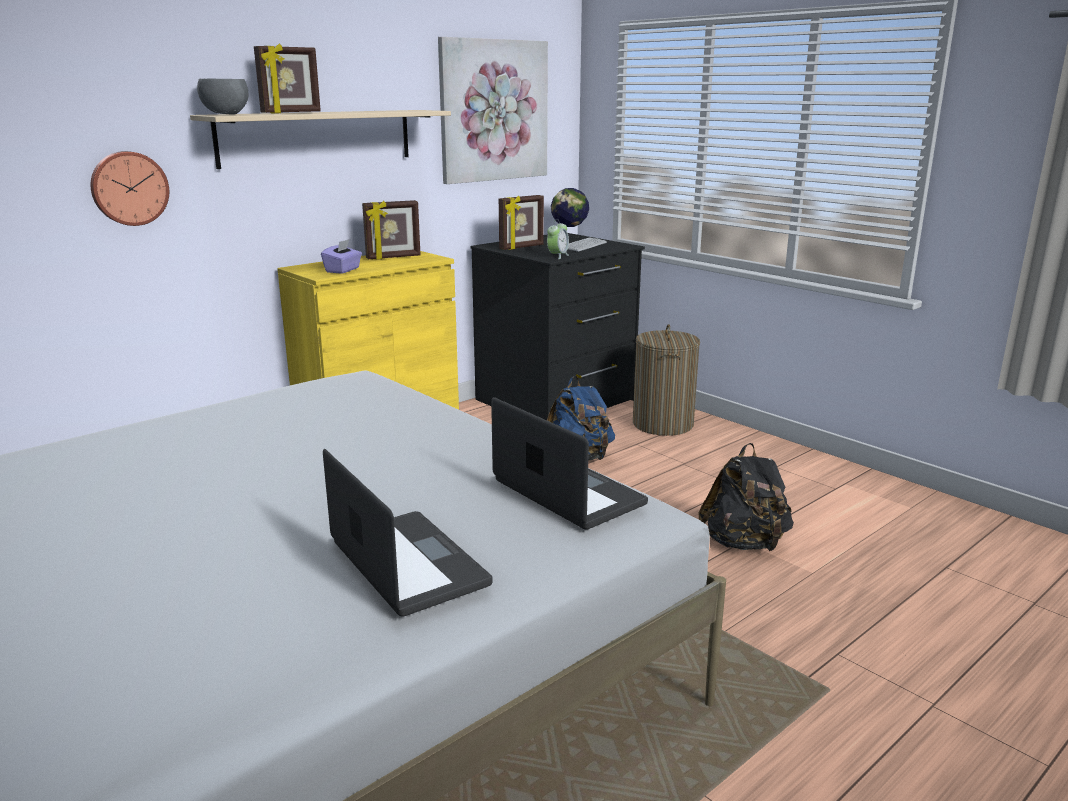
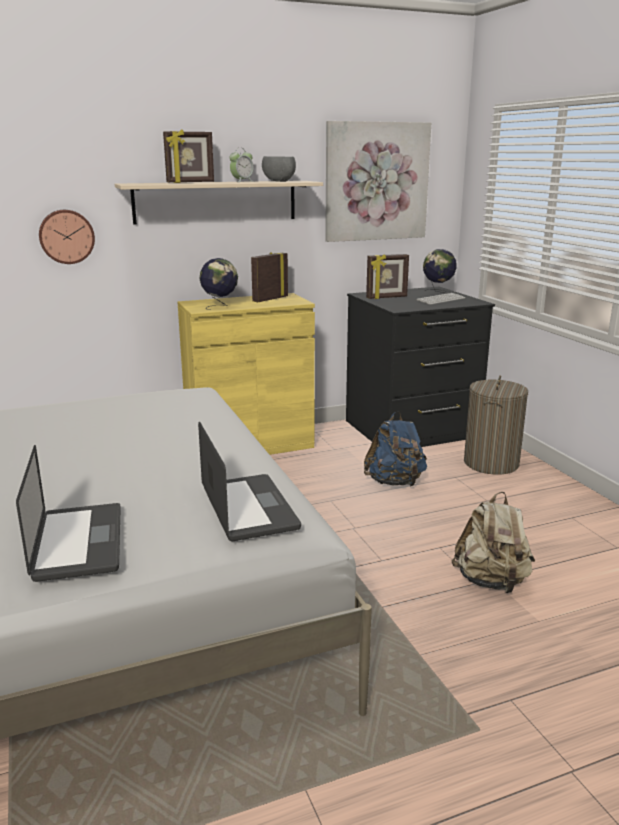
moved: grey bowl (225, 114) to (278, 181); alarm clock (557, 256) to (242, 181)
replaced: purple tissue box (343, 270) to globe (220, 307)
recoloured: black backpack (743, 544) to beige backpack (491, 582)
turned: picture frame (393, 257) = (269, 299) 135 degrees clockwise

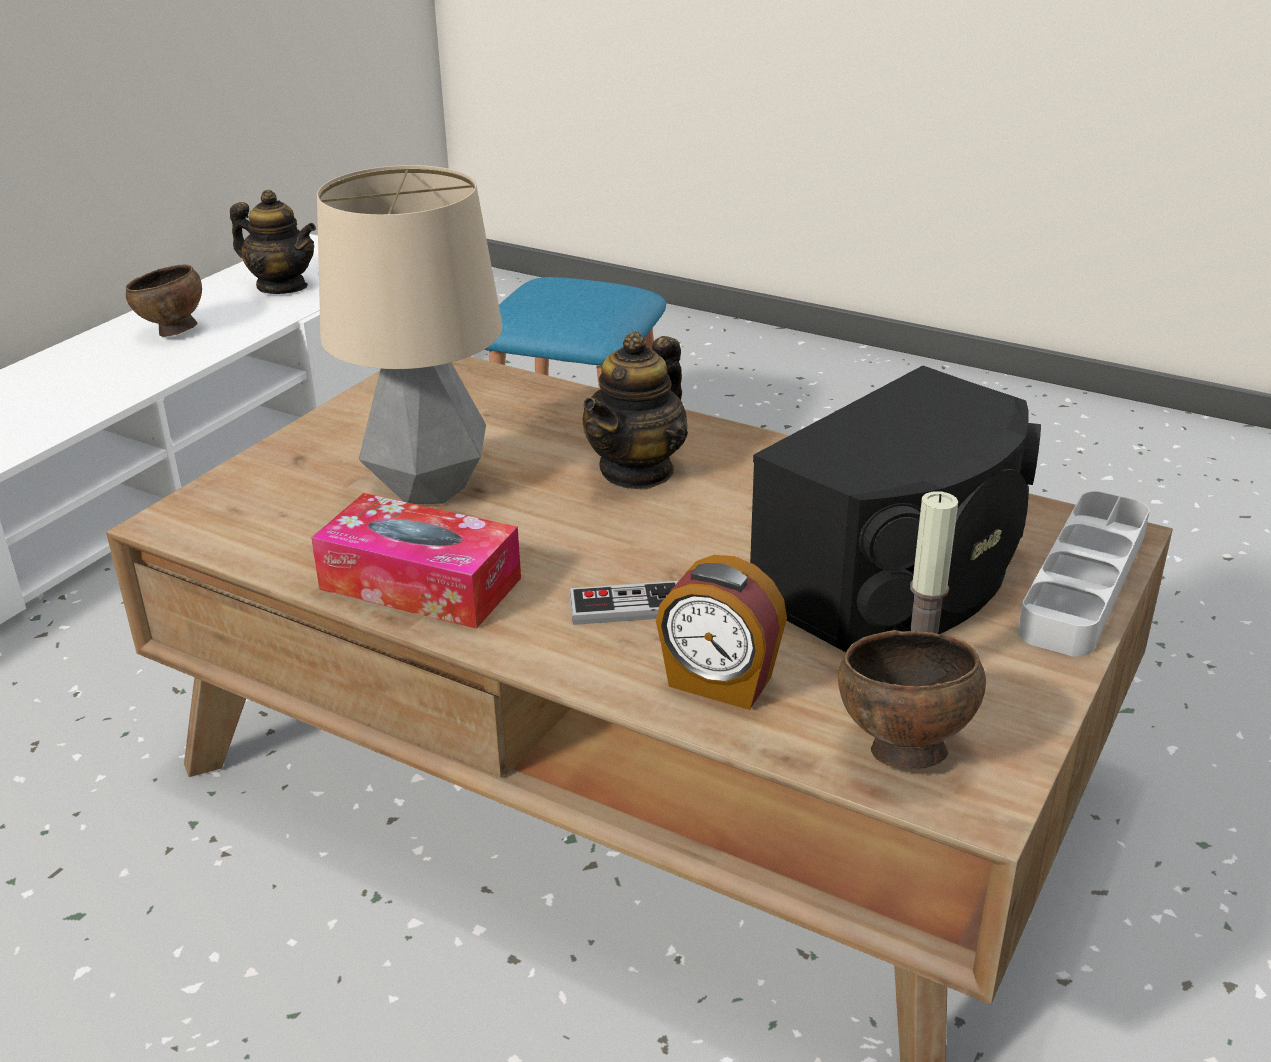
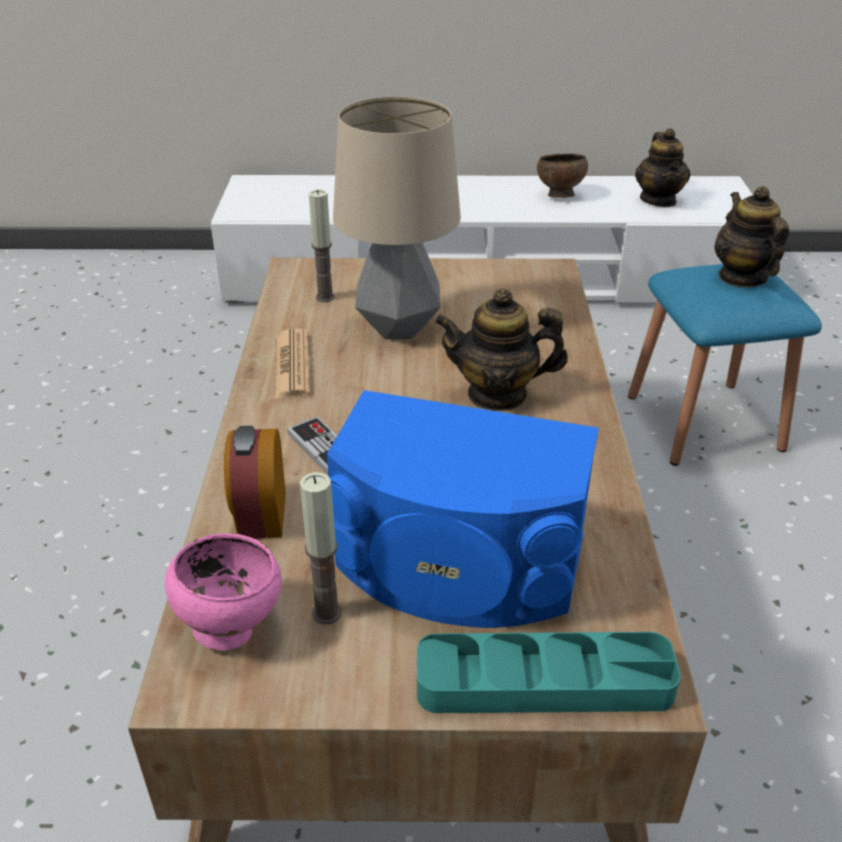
added: candle (325, 297); teapot (742, 277)
replaced: tissue box (420, 584) to newspaper (292, 365)
recoloured: black speaker (899, 579) to blue speaker (457, 565); brown bowl (901, 750) to pink bowl (230, 627); grey tray (1083, 582) to turquoise tray (544, 682)

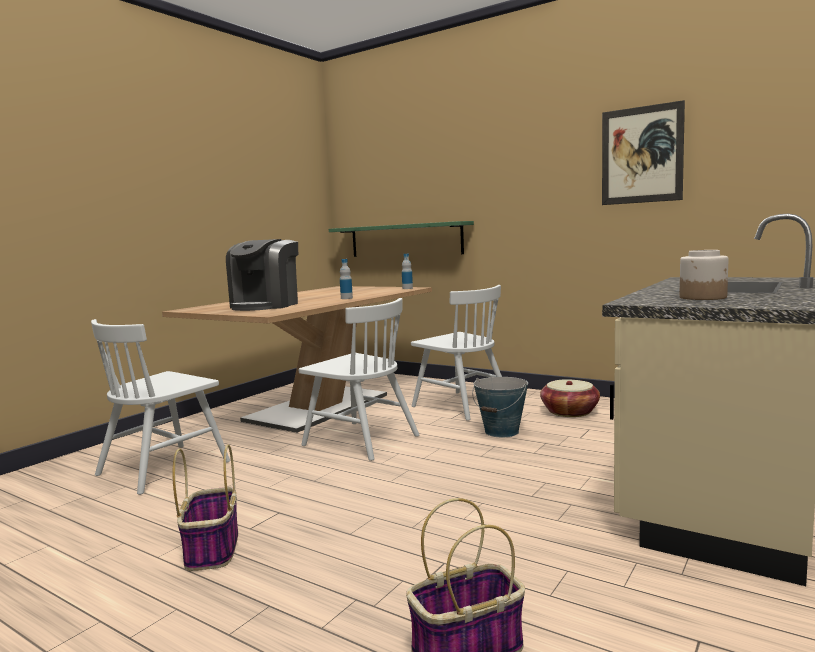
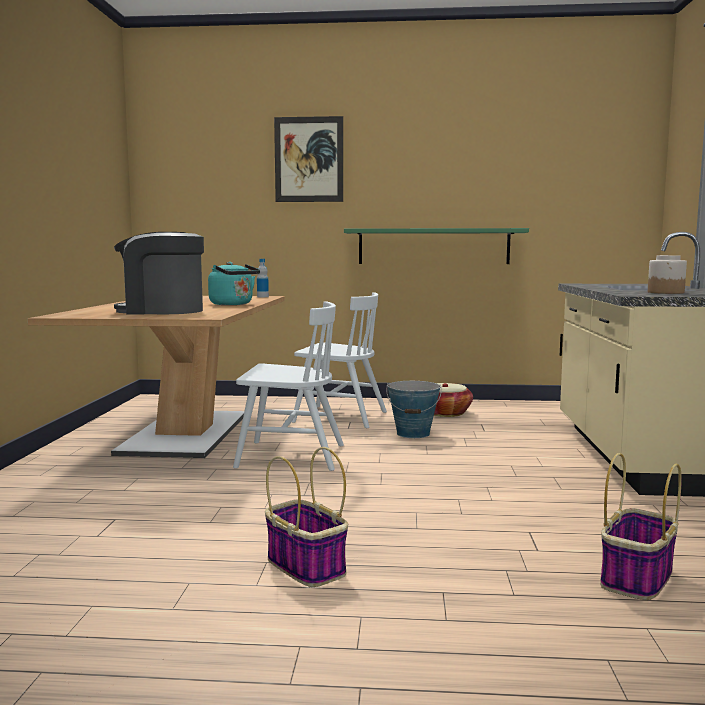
removed: white chair (164, 468)
moved: green shelf (405, 240) to (433, 246); picture (641, 155) to (309, 159)
replaced: bottle (346, 298) to turquoise kettle (233, 304)
turned: coffee machine (266, 306) = (162, 311) 105 degrees clockwise

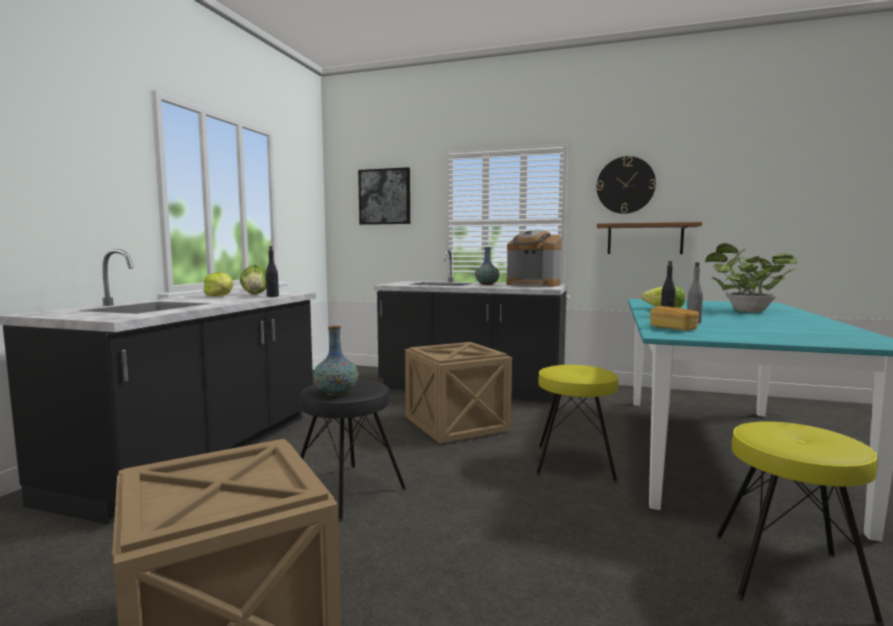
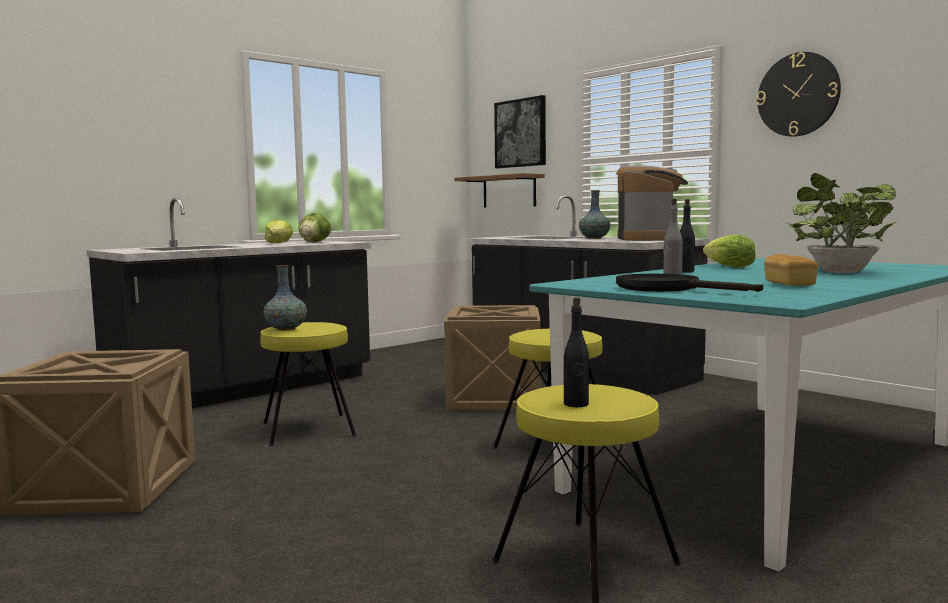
added: black frying pan (668, 289)
moved: black bottle (272, 296) to (576, 404); brown shelf (645, 239) to (509, 191); bread (673, 329) to (789, 284)
recoloured: black stool (347, 491) to yellow stool (308, 429)
turned: coffee machine (533, 285) = (649, 239) 150 degrees counterclockwise

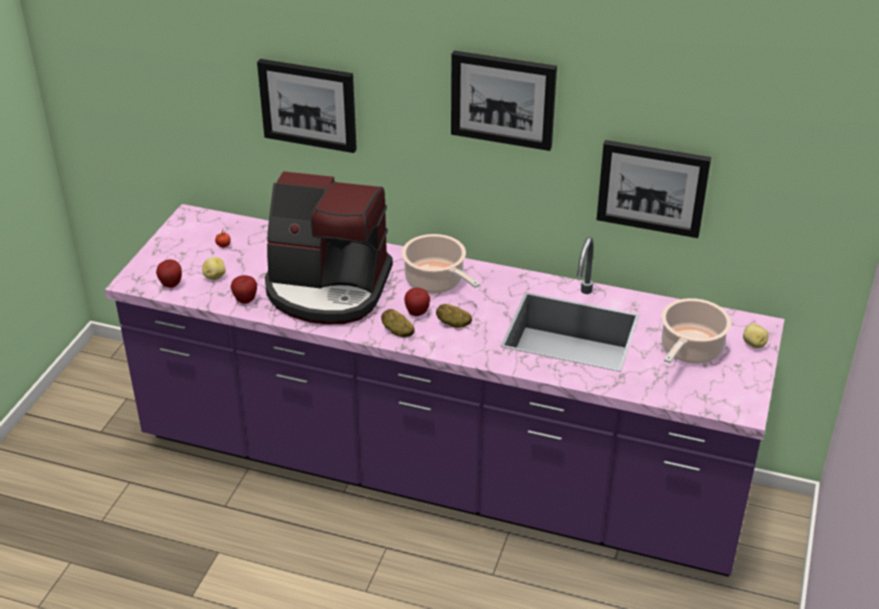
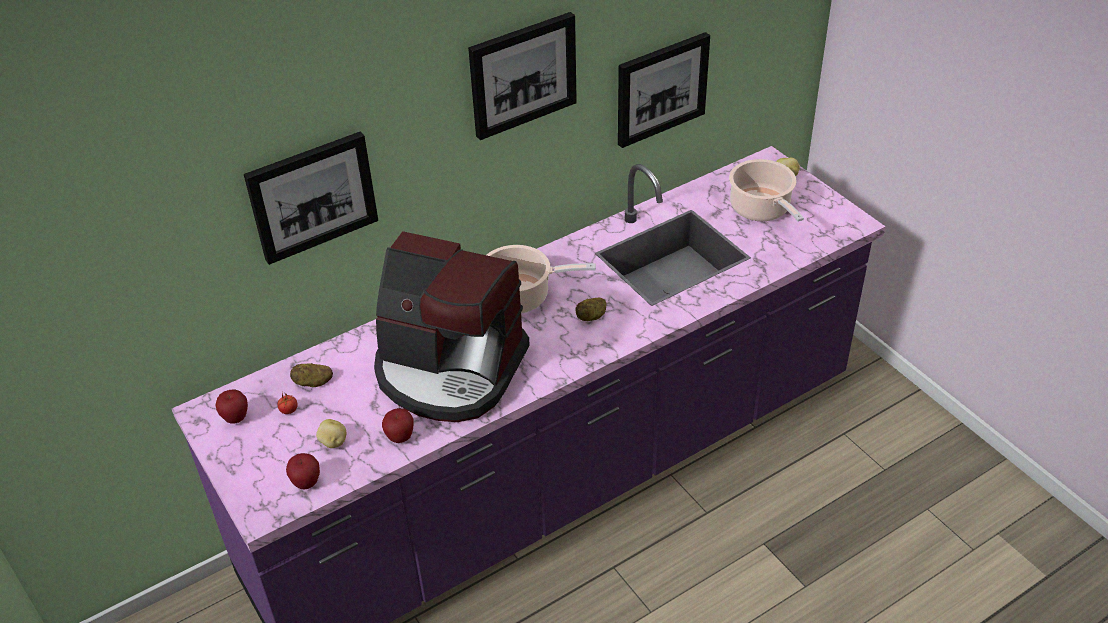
moved: potato (397, 331) to (313, 383); apple (417, 313) to (236, 418)
turned: coffee machine (328, 288) = (449, 370) 60 degrees clockwise

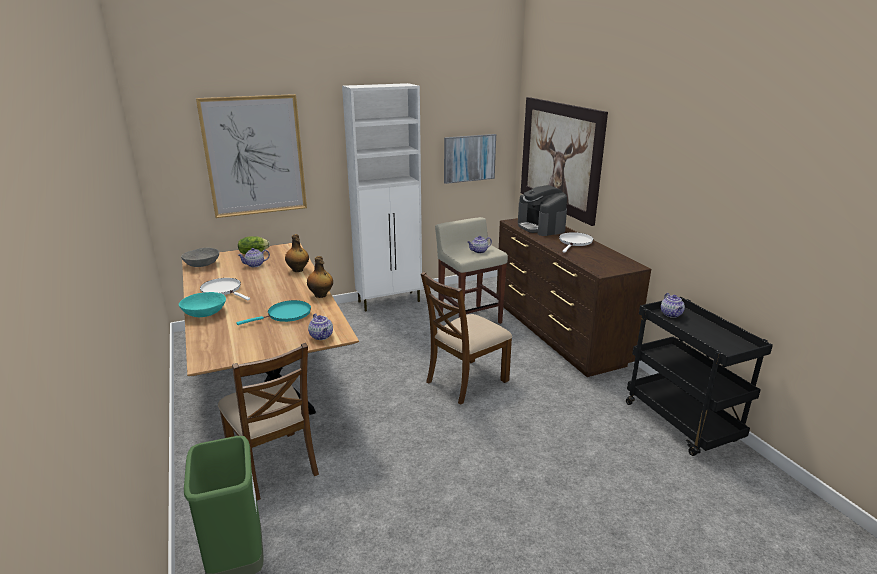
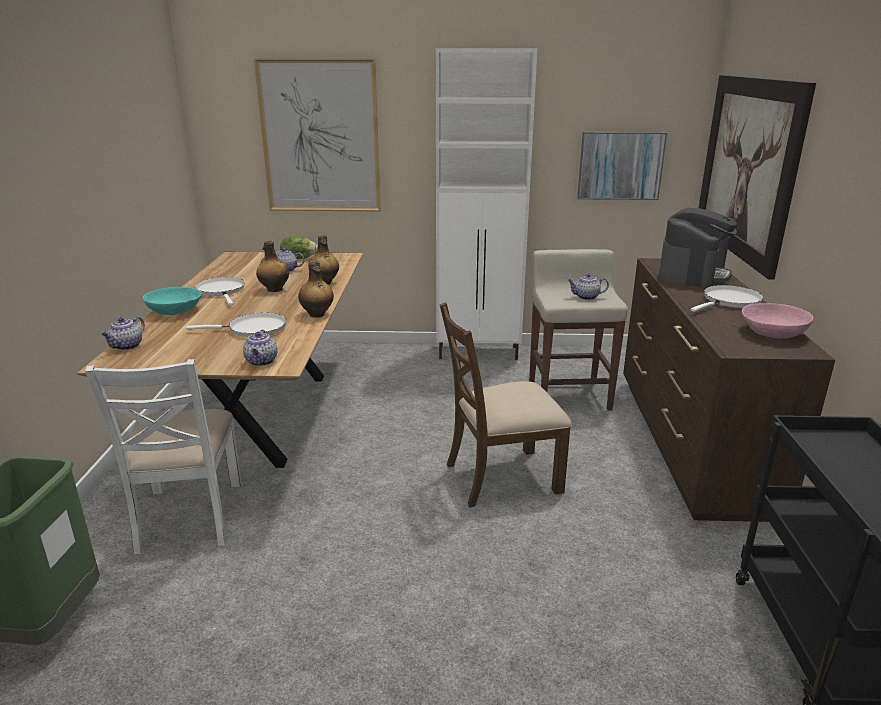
removed: grey bowl (202, 264)
added: bottle (274, 290); pink bowl (773, 333)
moved: teapot (671, 314) to (127, 346)
recoloured: brown chair (274, 464) to white chair (189, 516); turquoise frying pan (286, 315) to white frying pan (253, 329)
turned: coffee machine (541, 227) = (693, 274) 150 degrees counterclockwise

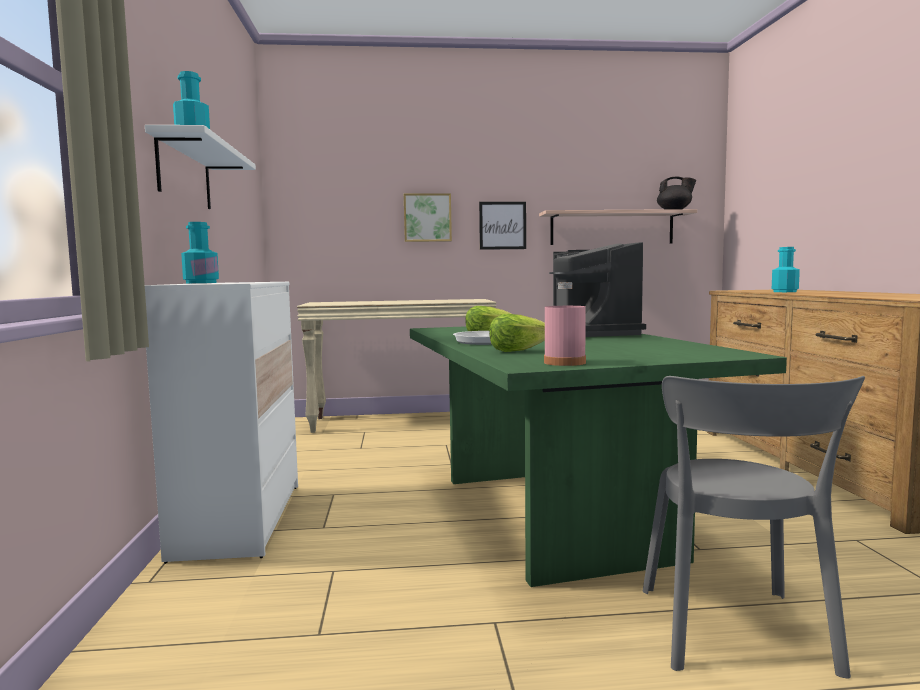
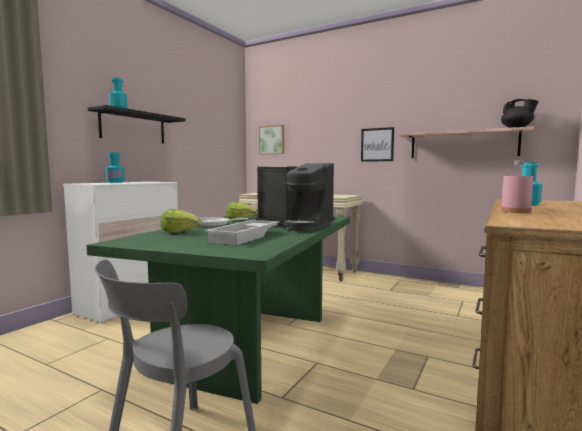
added: white tray (246, 237)
moved: picture (427, 218) to (272, 140); pink bottle (564, 362) to (515, 211)
recoloured: white shelf (184, 174) to black shelf (133, 127)
turned: coffee machine (591, 333) = (296, 226) 90 degrees counterclockwise

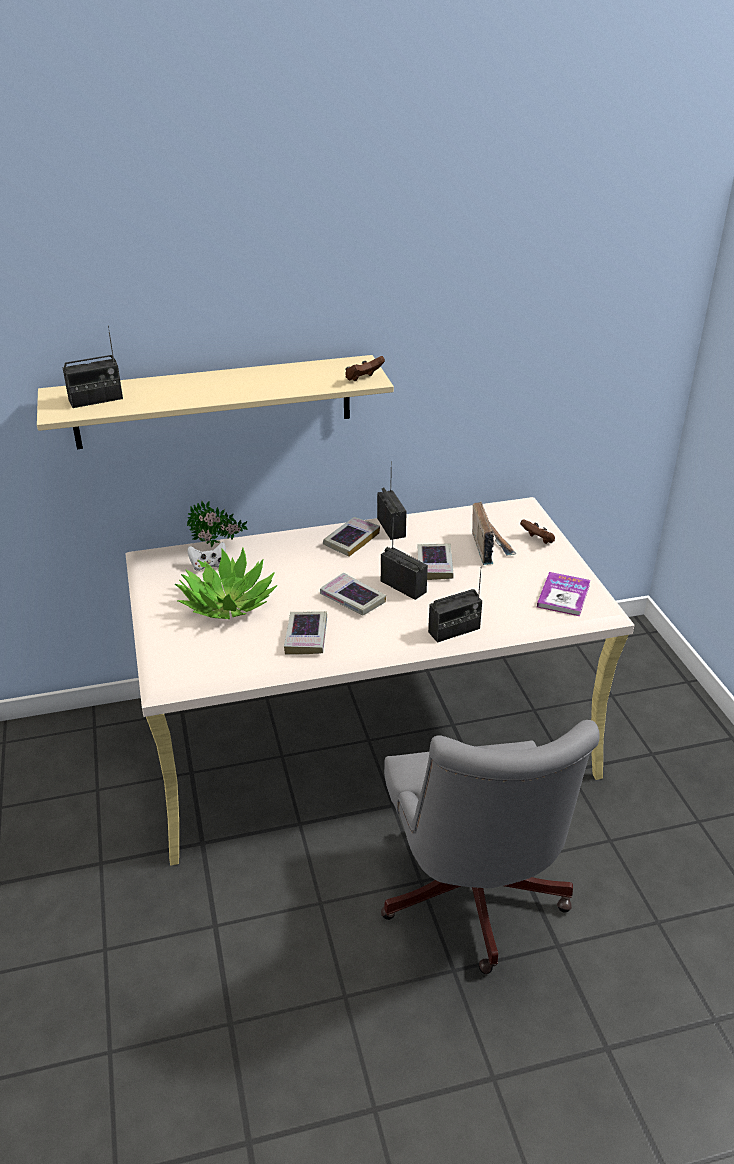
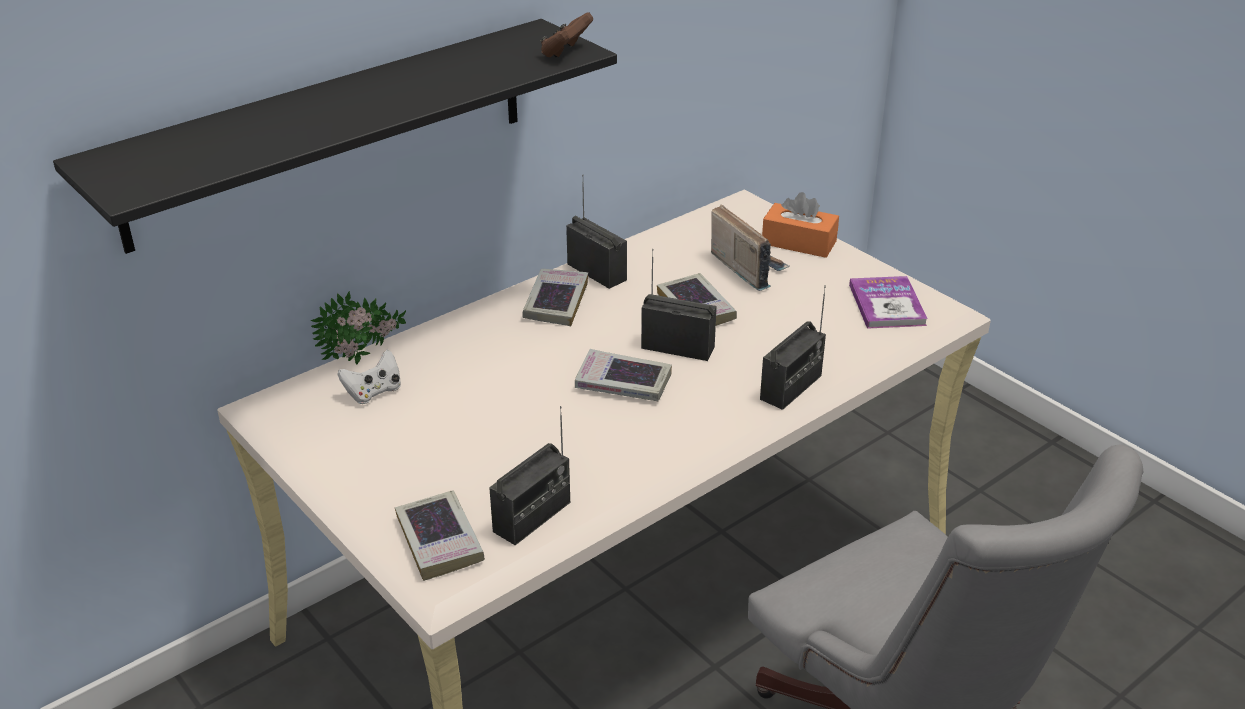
removed: potted plant (227, 603)
moved: radio (96, 400) to (532, 517); book (306, 637) to (439, 541)
replaced: brown game controller (538, 540) to orange tissue box (799, 242)
recoloured: beige shelf (214, 402) to black shelf (330, 132)

